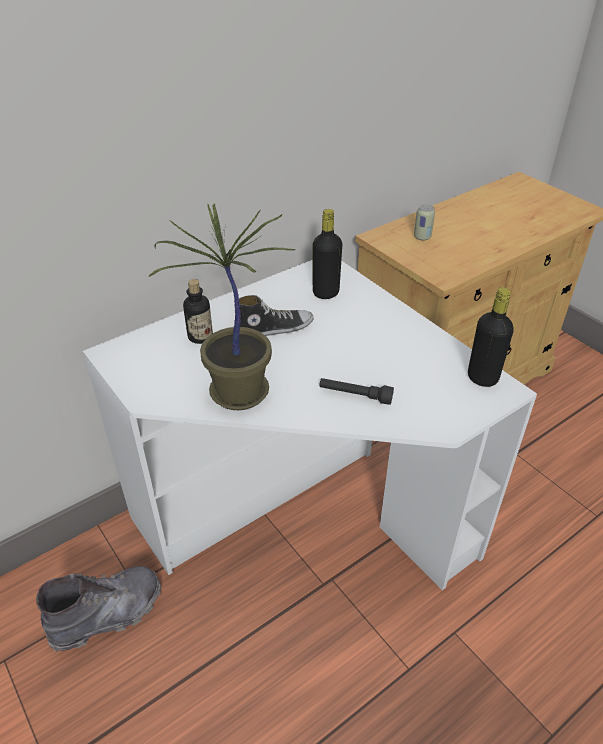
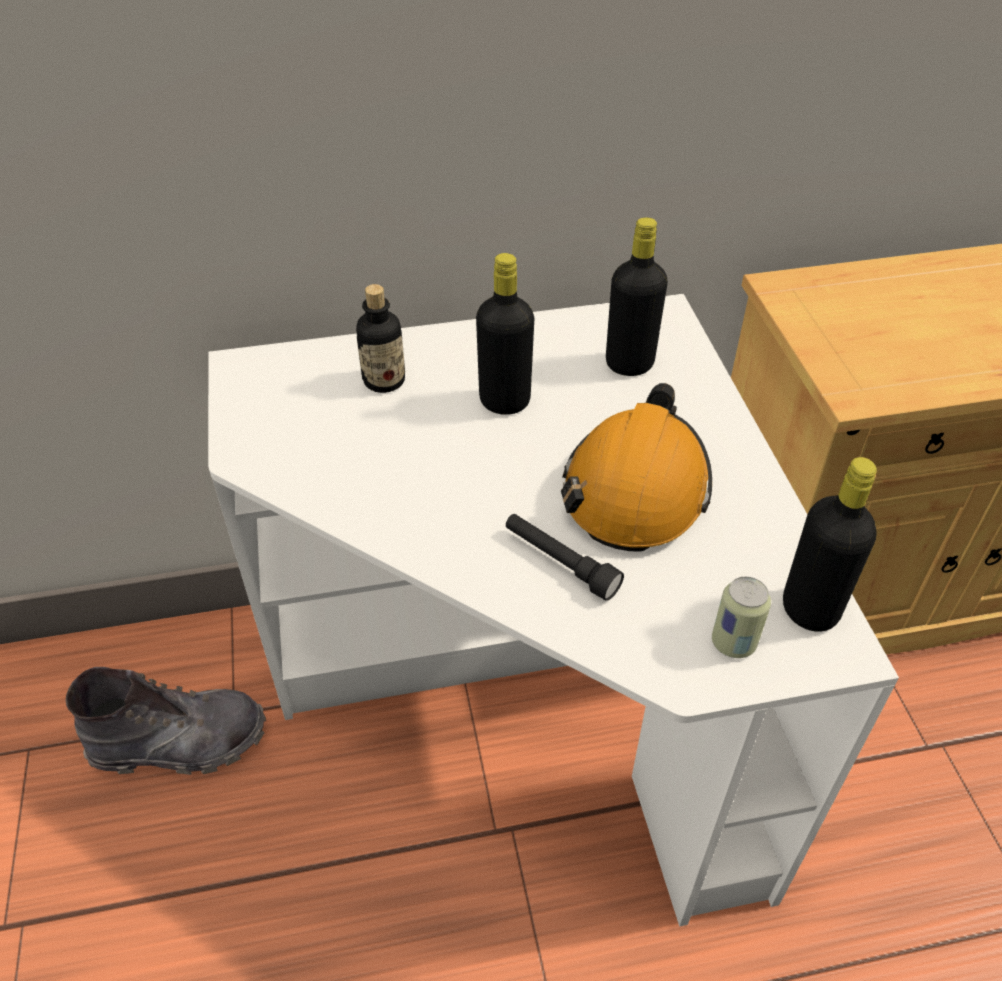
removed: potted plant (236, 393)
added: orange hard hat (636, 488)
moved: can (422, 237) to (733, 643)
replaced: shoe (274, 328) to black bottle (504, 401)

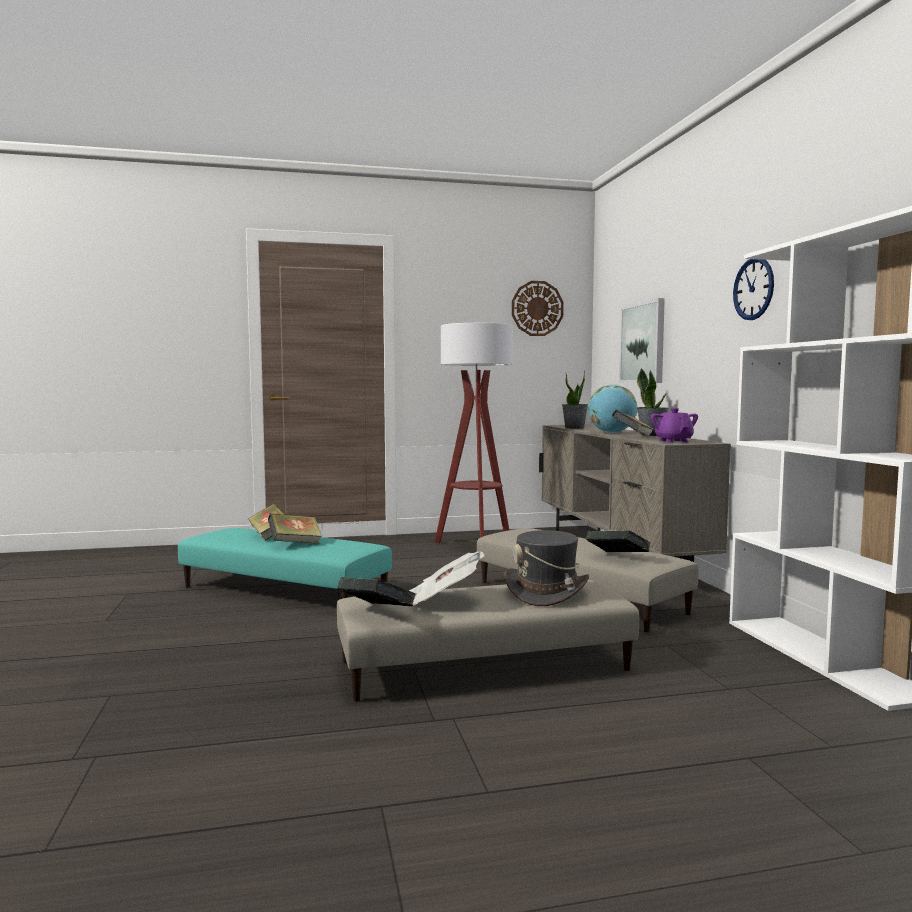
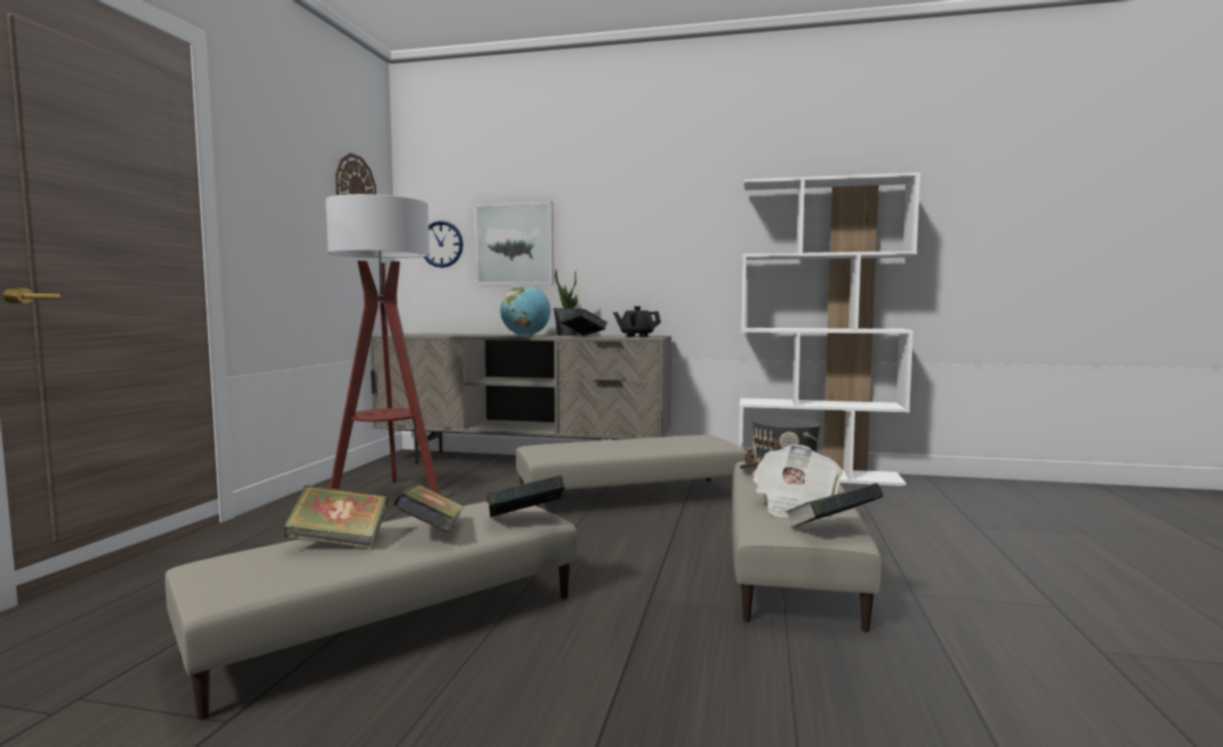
removed: potted plant (574, 428)
moved: book (617, 558) to (525, 520); wall clock (753, 289) to (441, 244)
recoloured: turquoise ottoman (284, 590) to beige ottoman (391, 623); purple teapot (673, 441) to black teapot (636, 336)

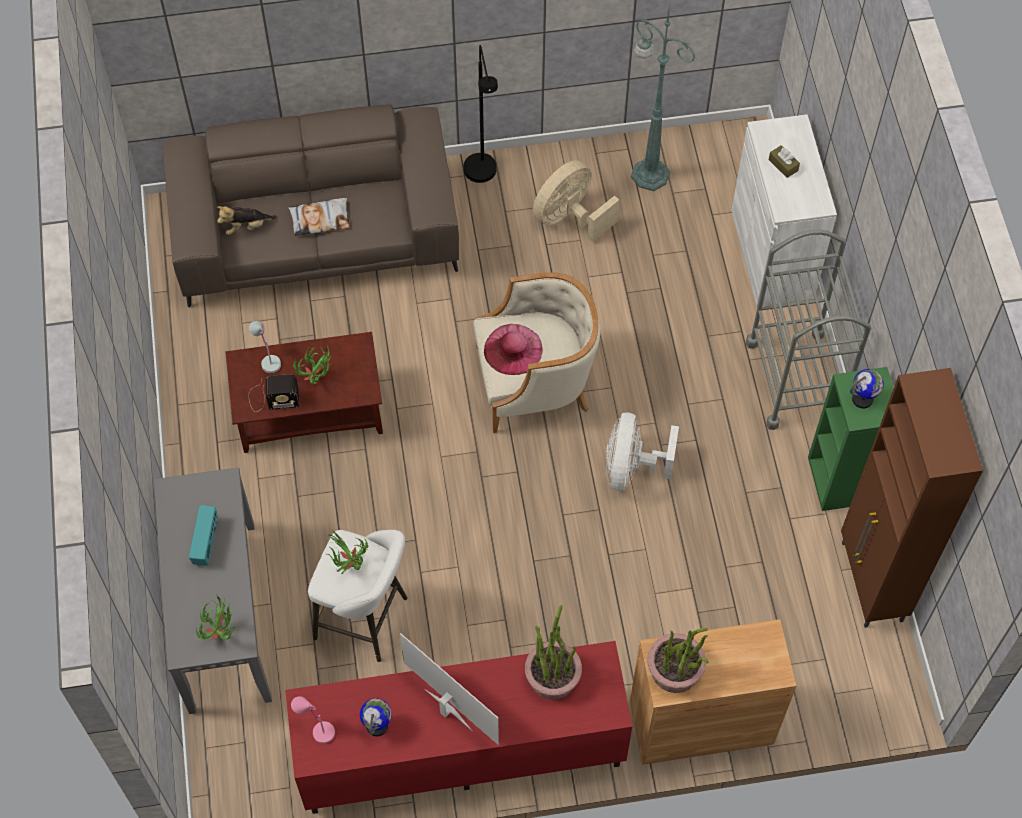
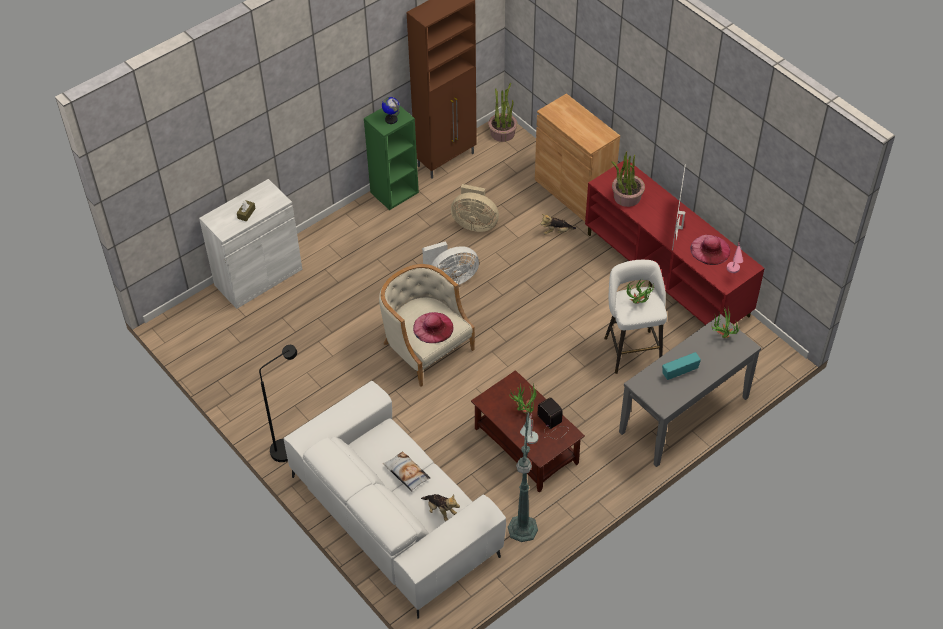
removed: grey cart (795, 379)
added: plush toy (556, 232)
moved: beige fan (570, 217) to (474, 223); green floor lamp (648, 173) to (522, 530); potted plant (675, 670) to (502, 132)
replaced: globe (377, 725) to pink hat (710, 249)
recoloured: brown sofa (317, 235) to white sofa (395, 515)

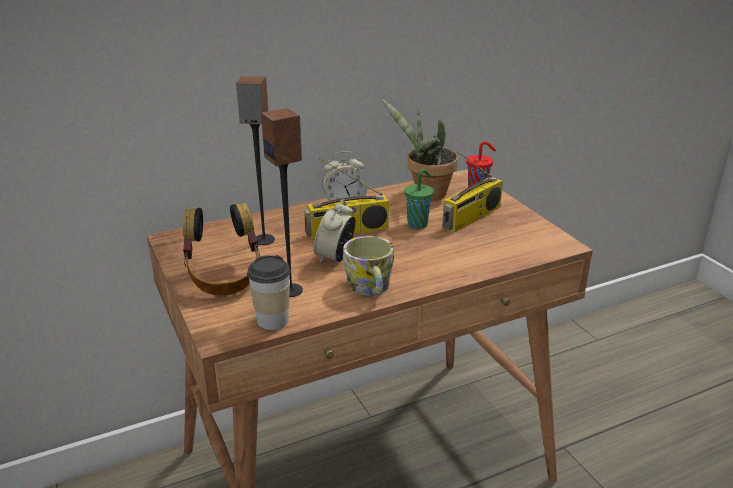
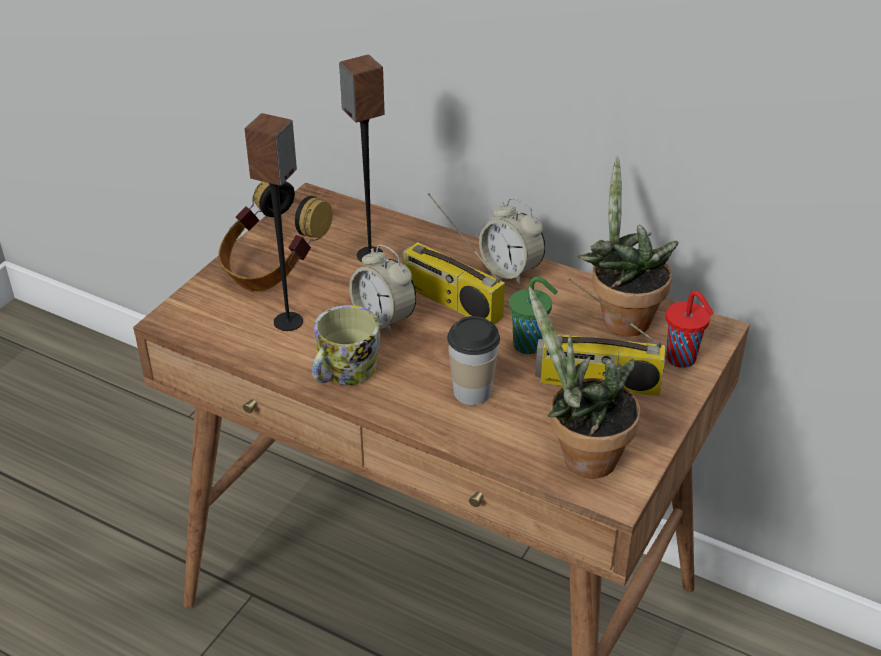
added: potted plant (581, 457)
moved: cup (272, 320) to (472, 391)
turned: alarm clock (335, 257) = (383, 319) 120 degrees counterclockwise

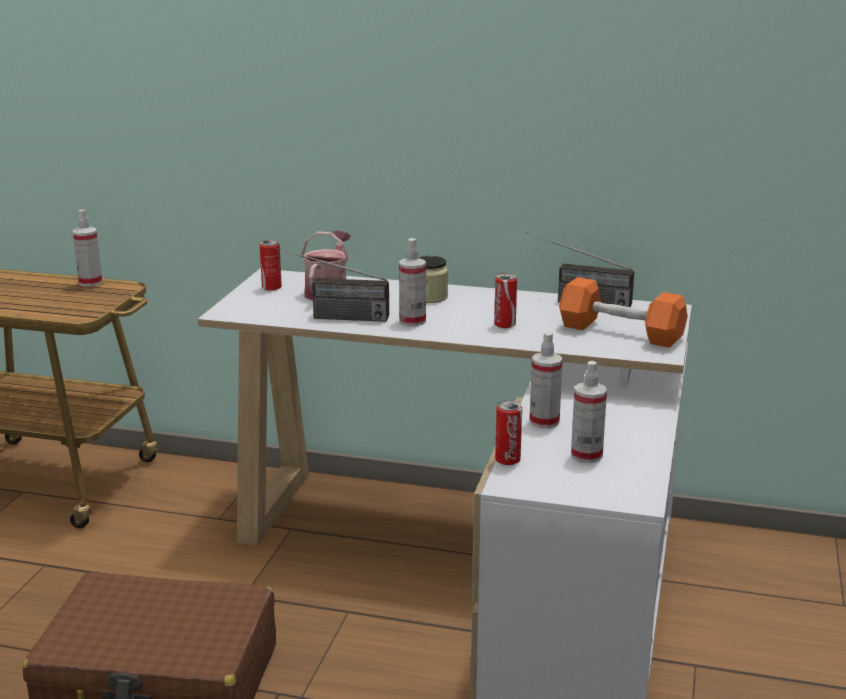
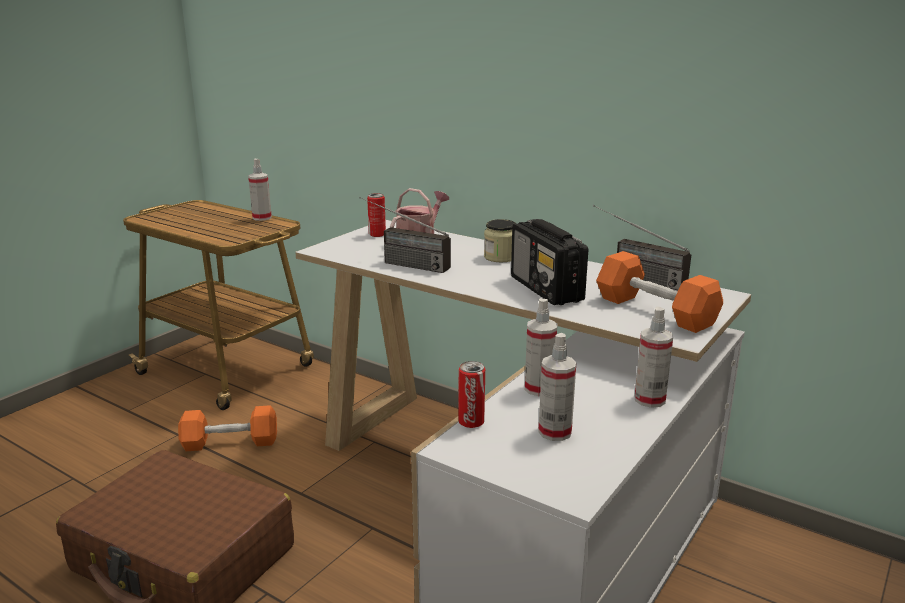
added: orange dumbbell (230, 443)
moved: spray bottle (412, 321) to (649, 399)
replaced: can (505, 325) to radio (546, 289)

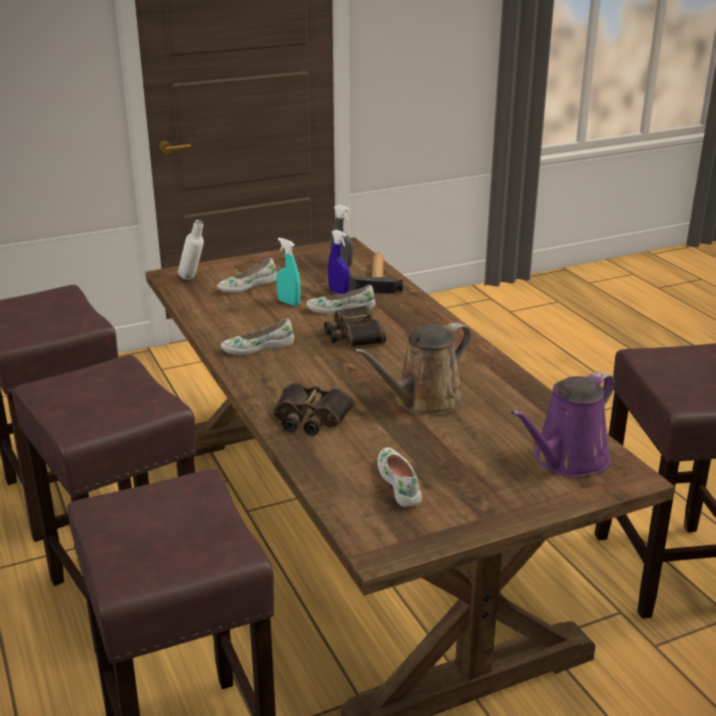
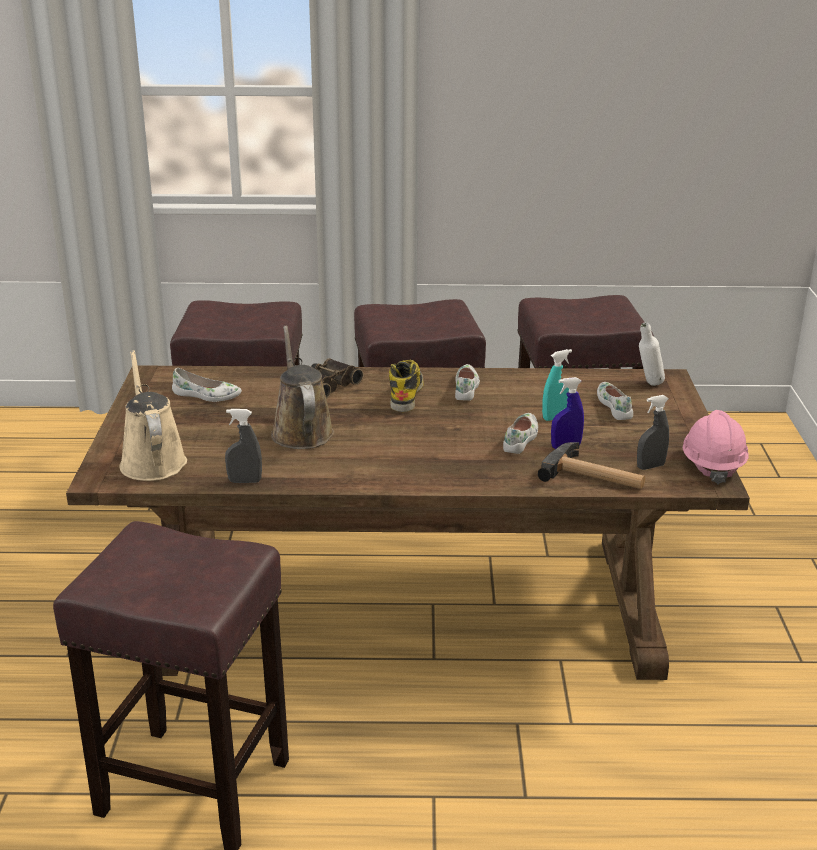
removed: binoculars (353, 334)
added: grey spray bottle (245, 481); boot (406, 395); pink hard hat (712, 465)
recoloured: purple watering can (566, 460) to beige watering can (152, 461)

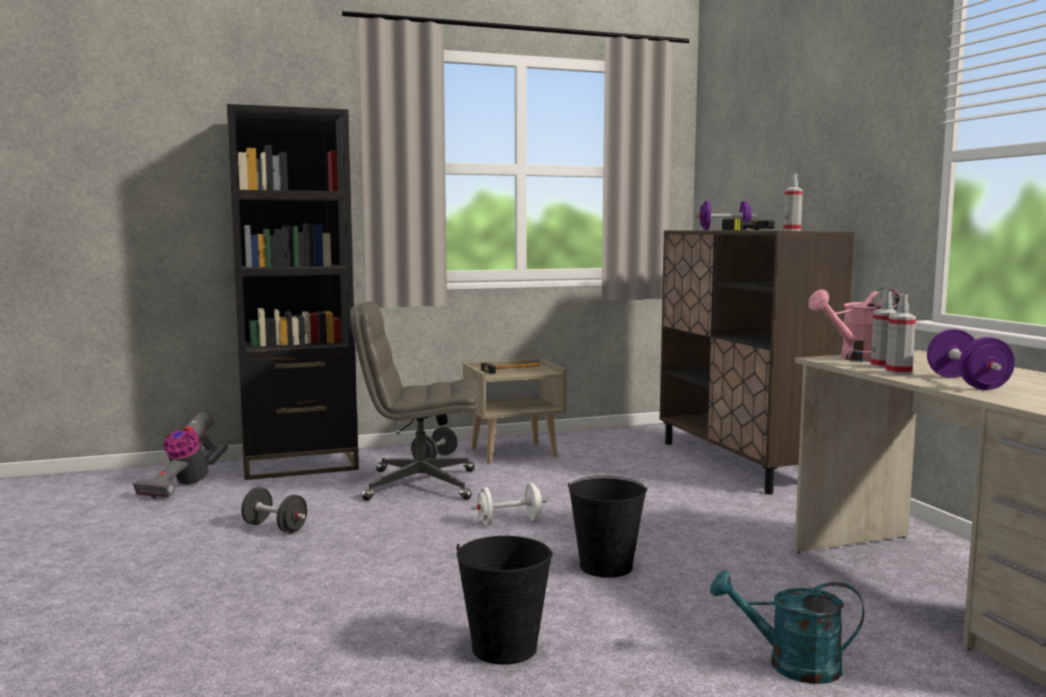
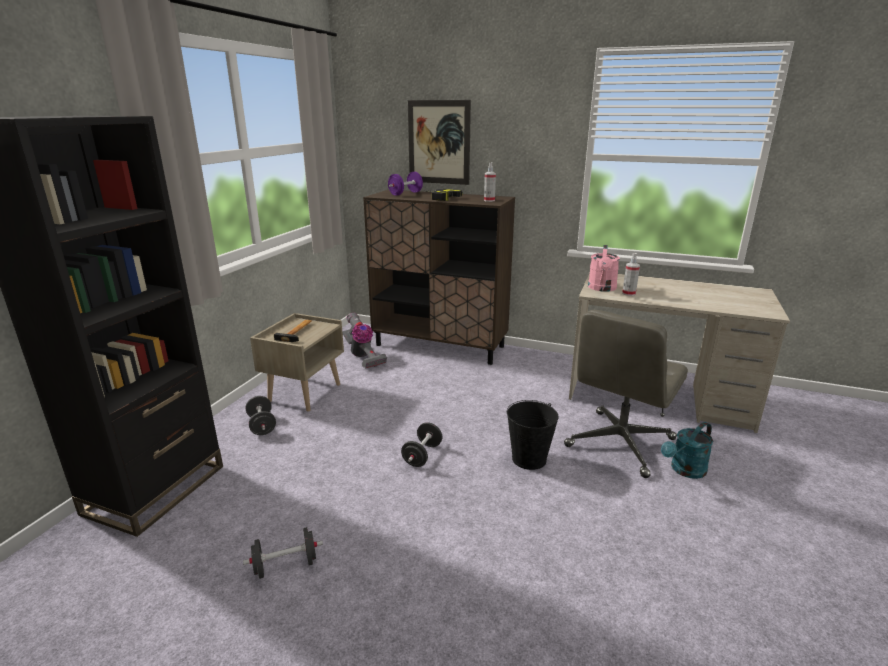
removed: black bucket (504, 647); spray bottle (898, 372); purple dumbbell (967, 383)
added: picture (439, 142)
moved: vacuum cleaner (185, 485) to (362, 356); grey office chair (419, 485) to (619, 443)
recoloured: white dumbbell (509, 521) to black dumbbell (422, 455)

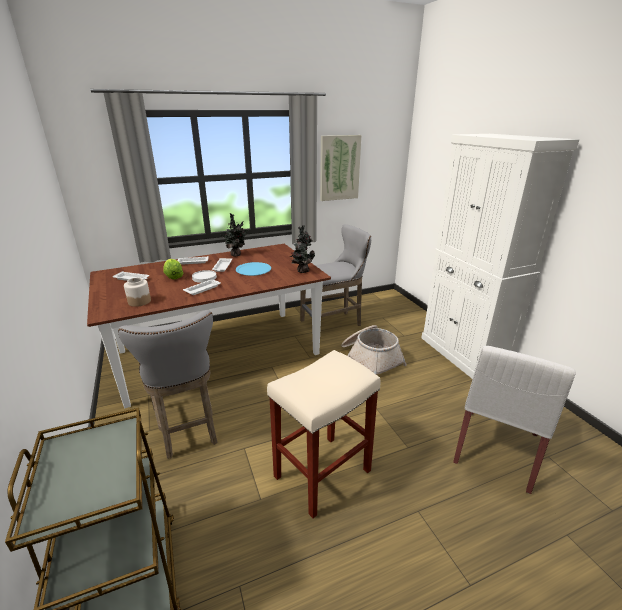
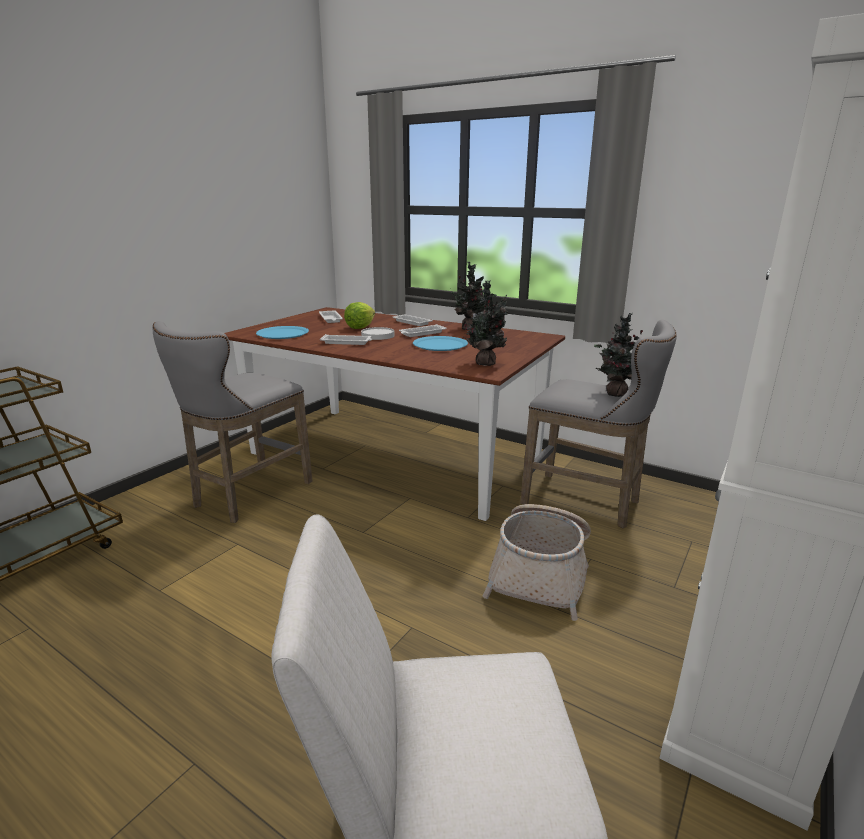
removed: beige stool (323, 472); picture (339, 168)
added: potted plant (614, 393)
replaced: jar (139, 301) to blue plate (283, 334)

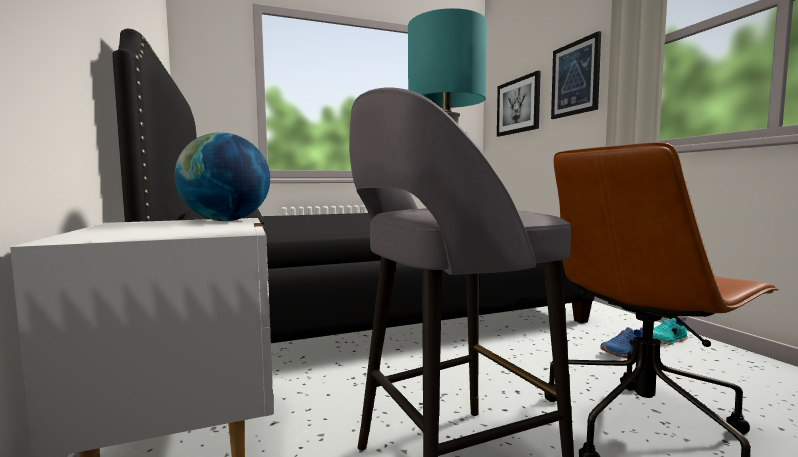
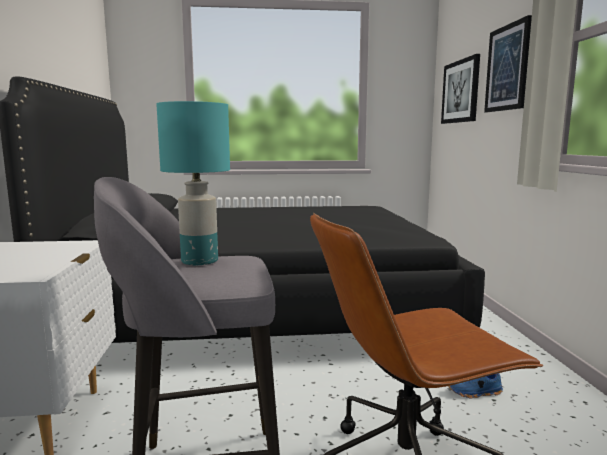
removed: globe (226, 221); turquoise shoe (667, 340)

